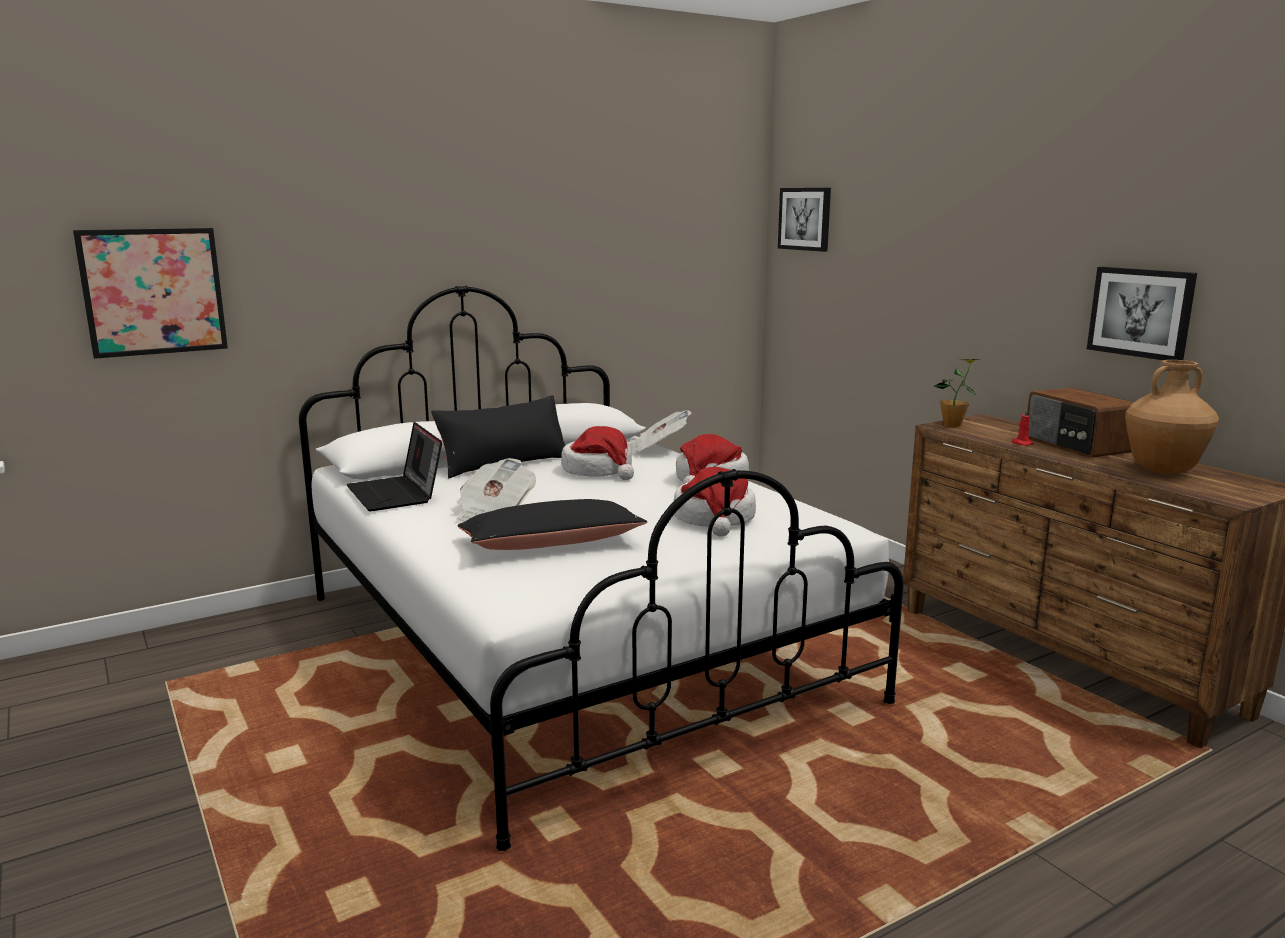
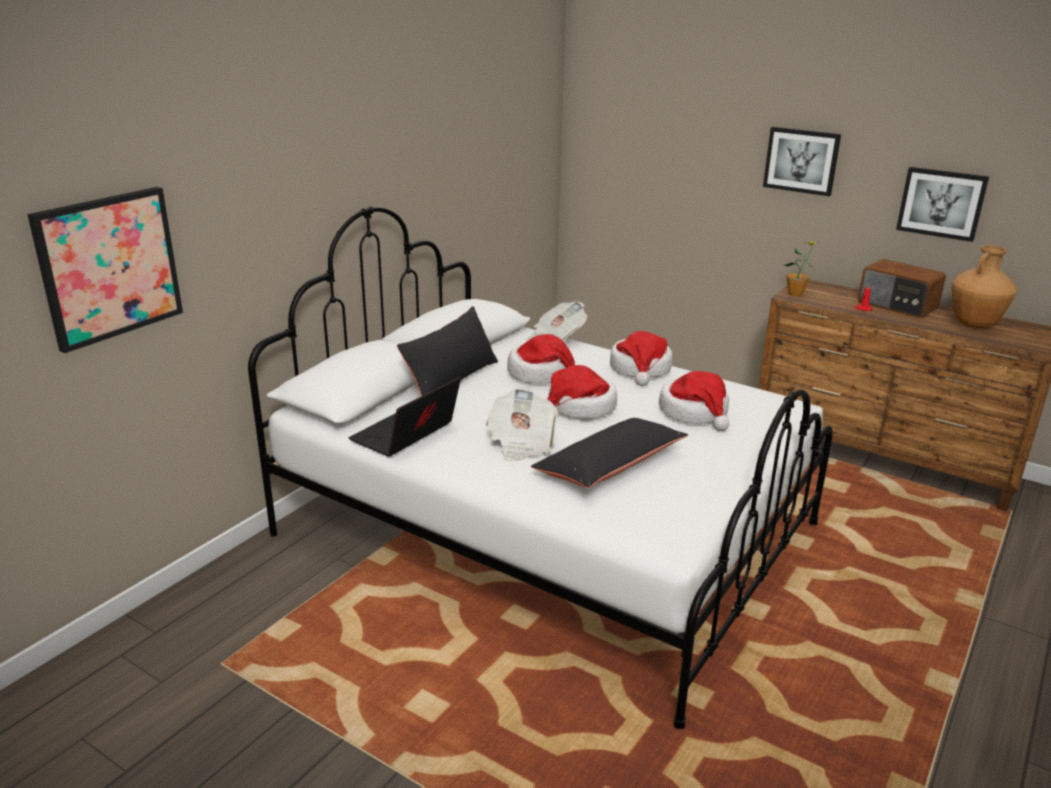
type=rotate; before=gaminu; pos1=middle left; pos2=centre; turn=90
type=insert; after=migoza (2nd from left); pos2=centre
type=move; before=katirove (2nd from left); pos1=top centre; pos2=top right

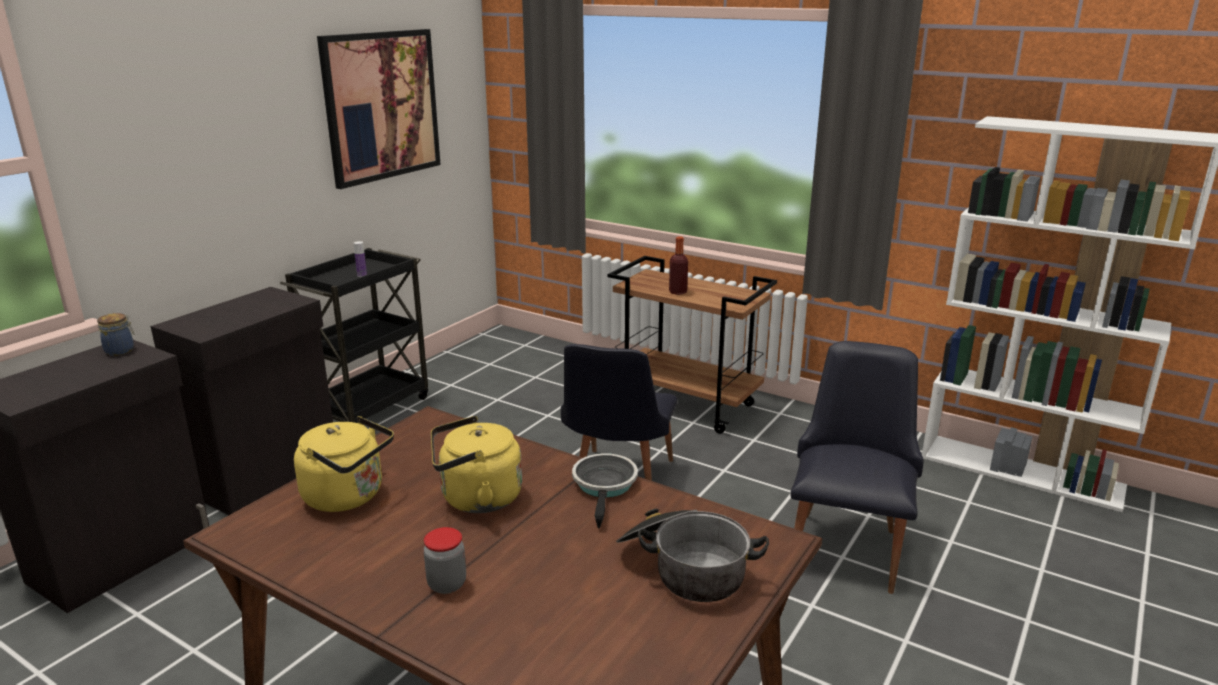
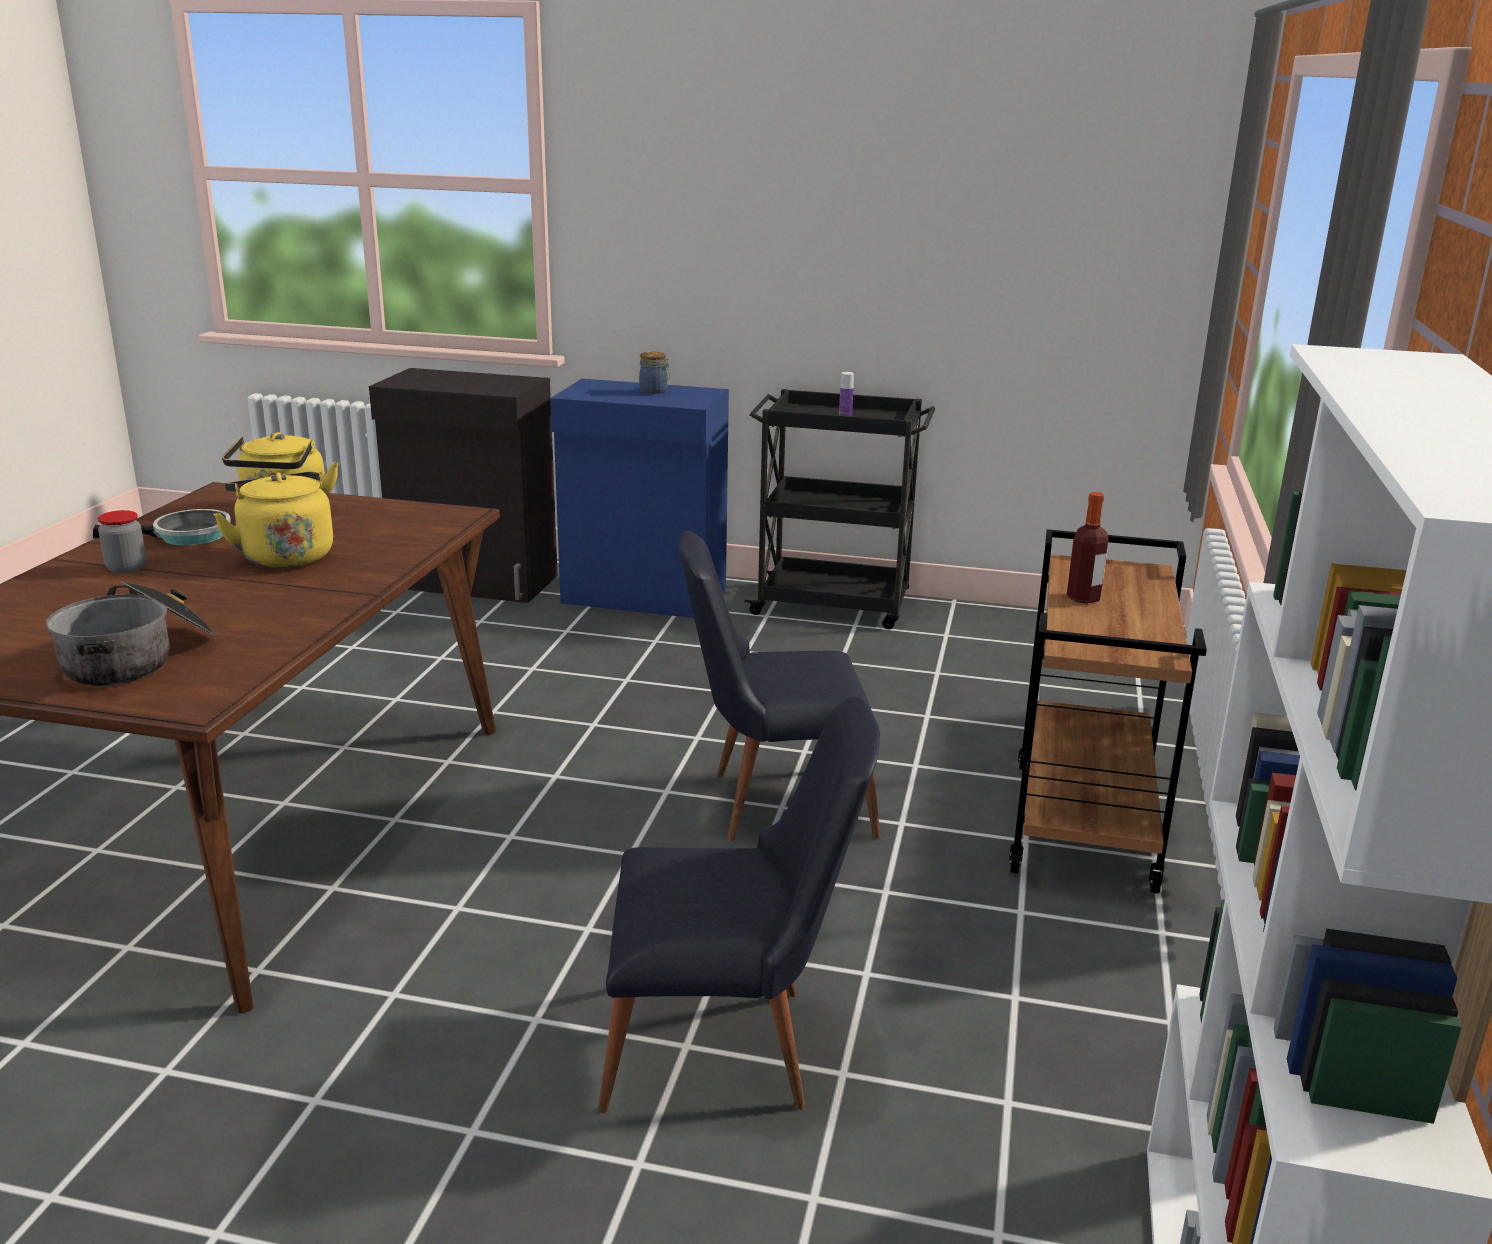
type=move; before=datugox; pos1=bottom centre; pos2=middle left
type=recolor; before=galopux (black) (2nd from left); after=galopux (blue); pos1=middle left; pos2=centre
type=move; before=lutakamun (1st from left in the first image); after=lutakamun (2nd from left); pos1=middle left; pos2=top centre
type=delete; before=katirove; pos1=top left

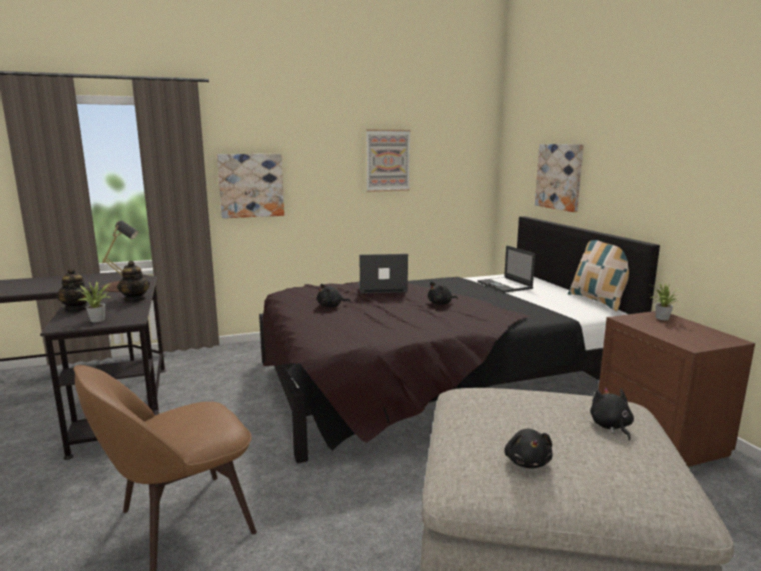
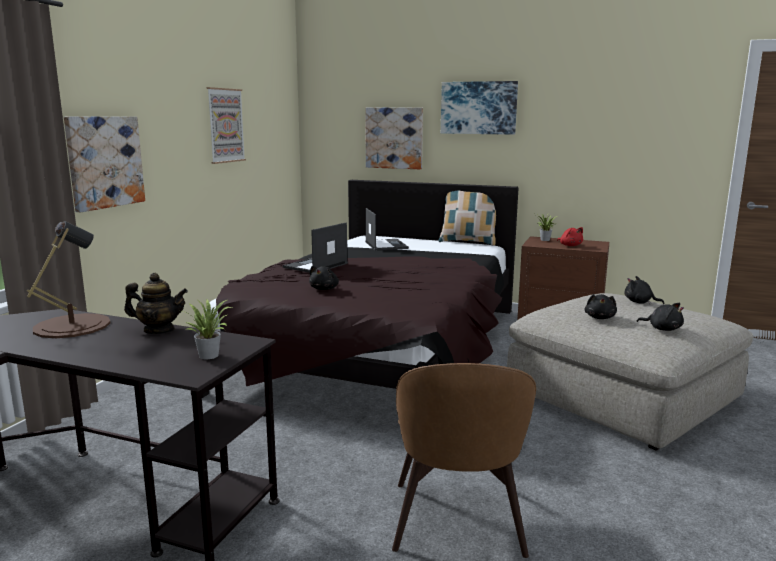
type=rotate; before=gaminu (2nd from left); pos1=centre; pos2=centre; turn=-120
type=insert; after=katirove (4th from left); pos2=top centre
type=insert; after=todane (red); pos2=middle right
type=move; before=todane (black) (2nd from left); pos1=centre; pos2=middle right
type=delete; before=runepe (1st from left); pos1=middle left

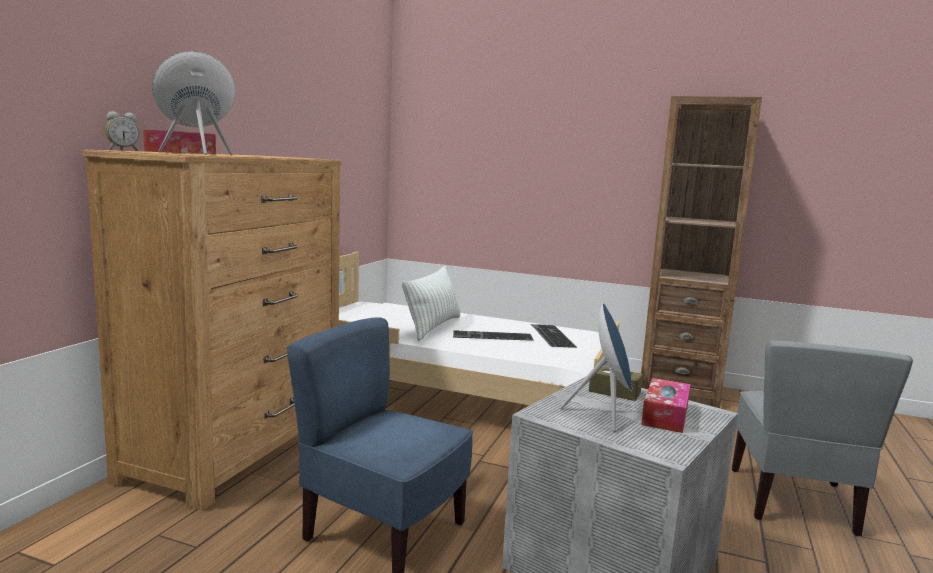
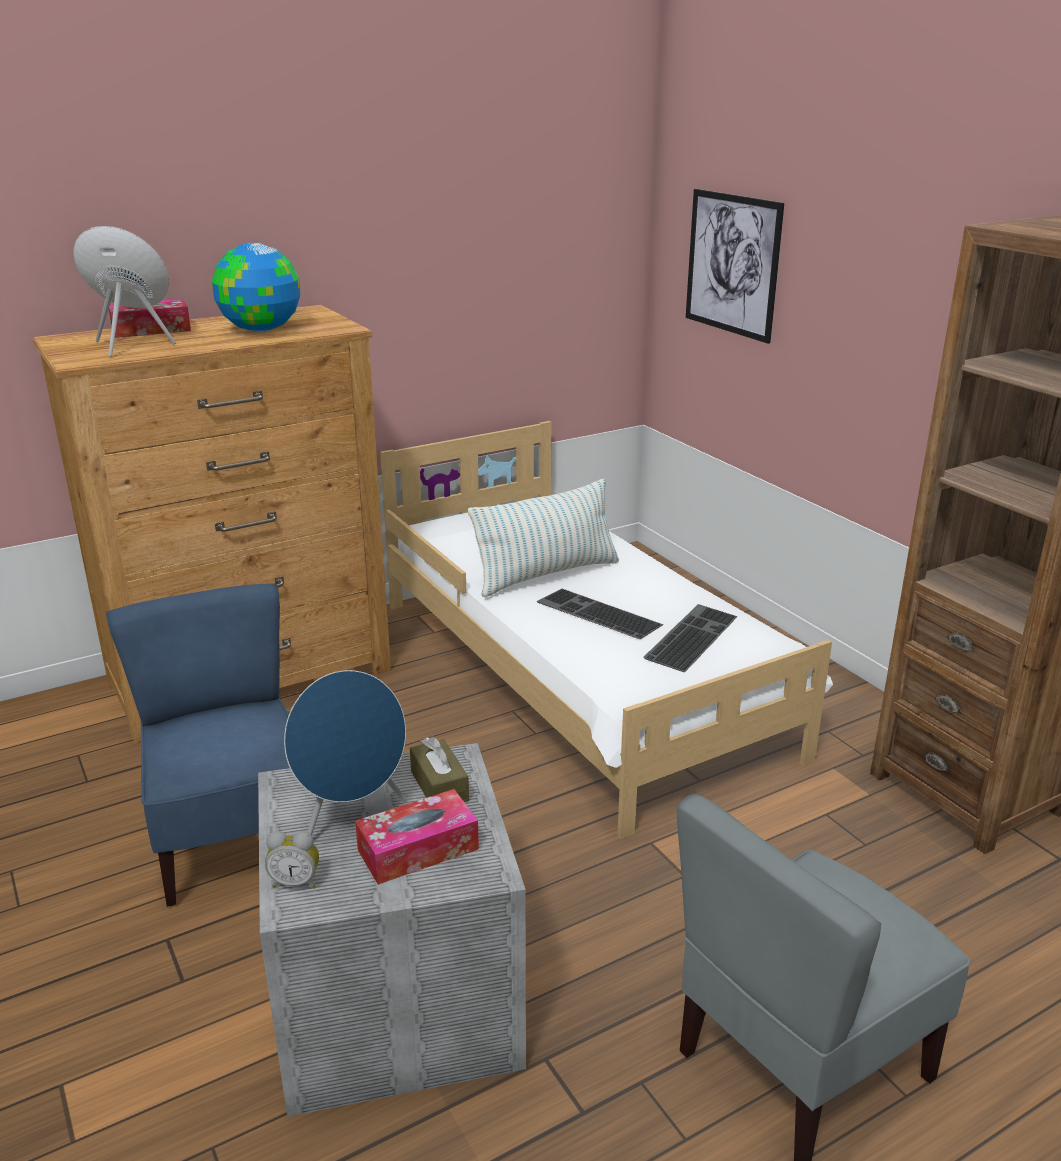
type=insert; after=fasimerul; pos2=top left
type=move; before=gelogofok; pos1=top left; pos2=bottom left
type=insert; after=katirove; pos2=top right

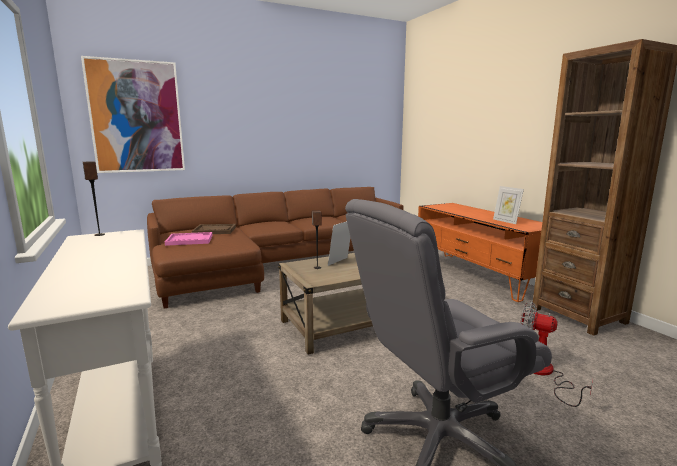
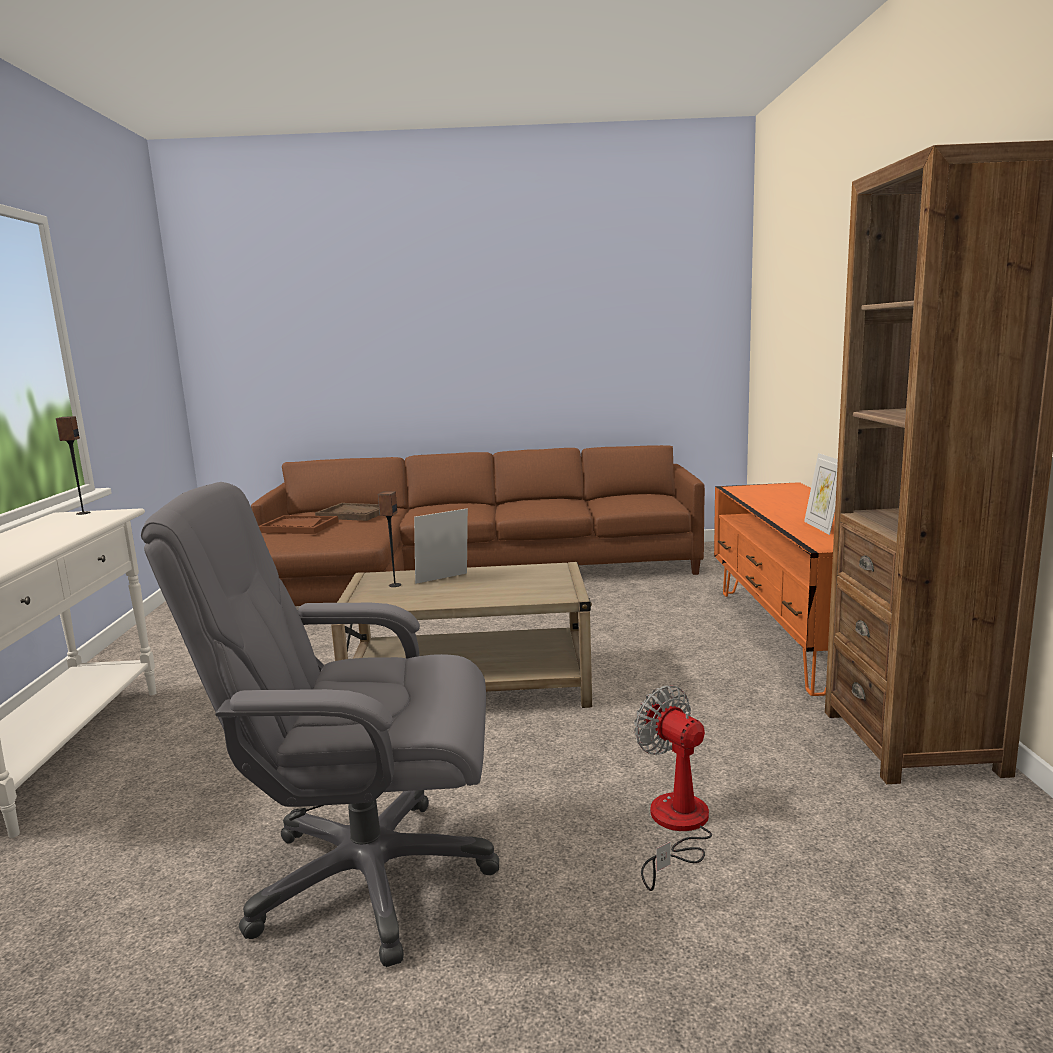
type=recolor; before=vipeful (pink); after=vipeful (brown) (1st from left); pos1=middle left; pos2=middle left
type=delete; before=katirove; pos1=top left

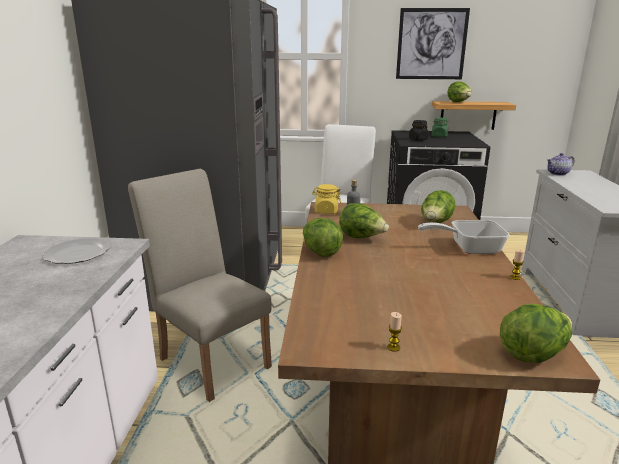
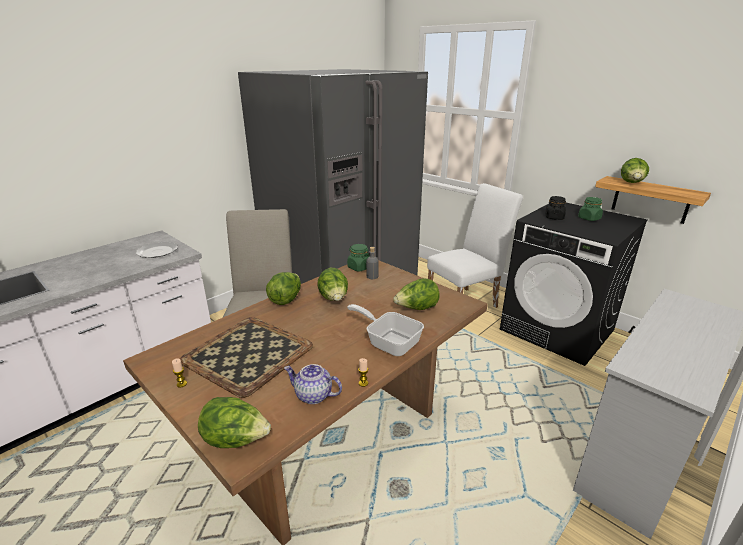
type=insert; after=vipeful; pos2=middle left
type=move; before=runepe; pos1=middle right; pos2=bottom centre
type=recolor; before=lutakamun (yellow); after=lutakamun (green) (1st from left); pos1=centre; pos2=centre
type=delete; before=katirove; pos1=top right

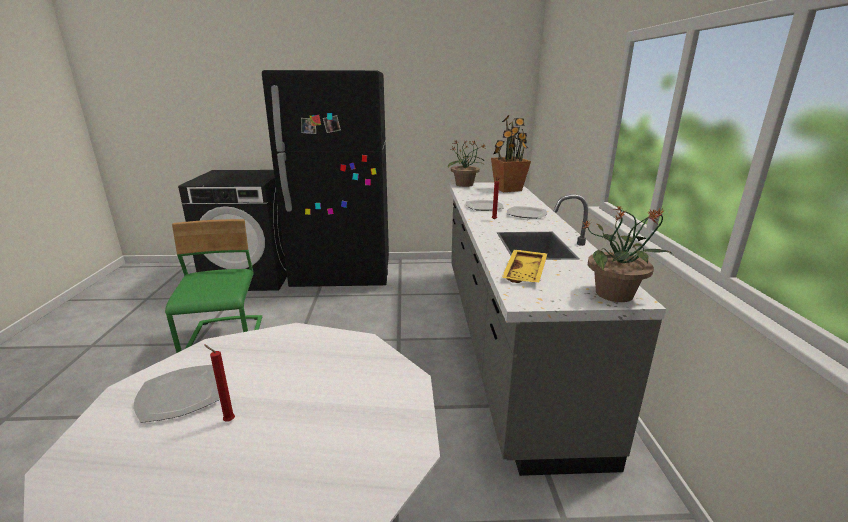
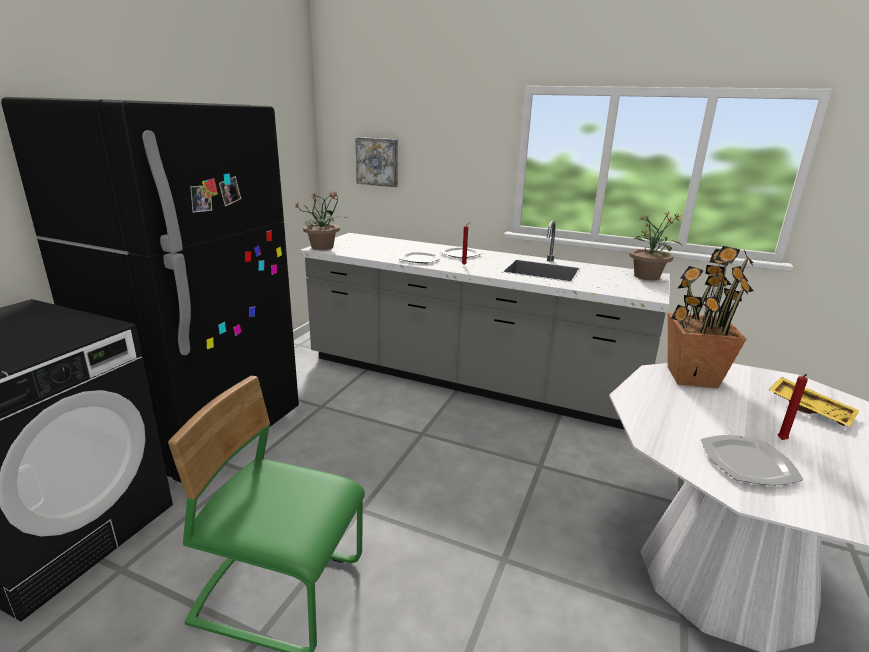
type=insert; after=katirove; pos2=top centre
type=move; before=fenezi (2nd from left in the first image); after=fenezi (3rd from left); pos1=top centre; pos2=middle right
type=move; before=vipeful (yellow); pos1=centre; pos2=middle right

